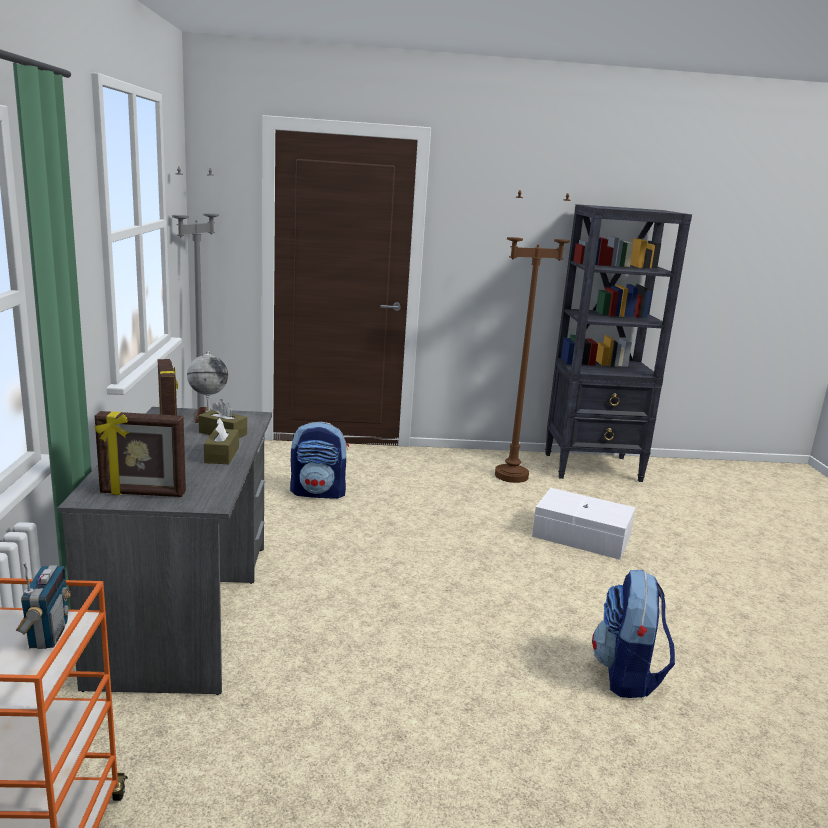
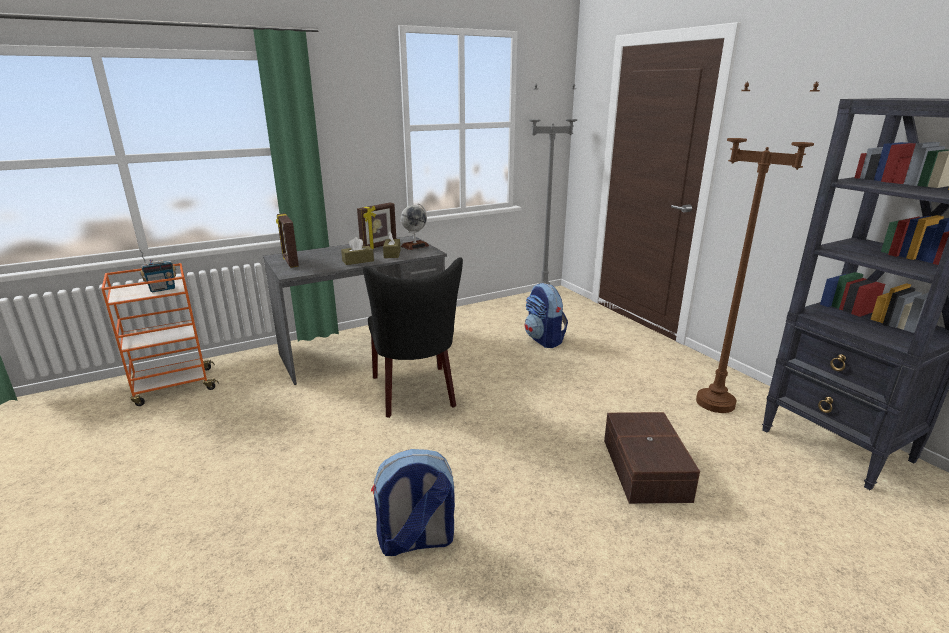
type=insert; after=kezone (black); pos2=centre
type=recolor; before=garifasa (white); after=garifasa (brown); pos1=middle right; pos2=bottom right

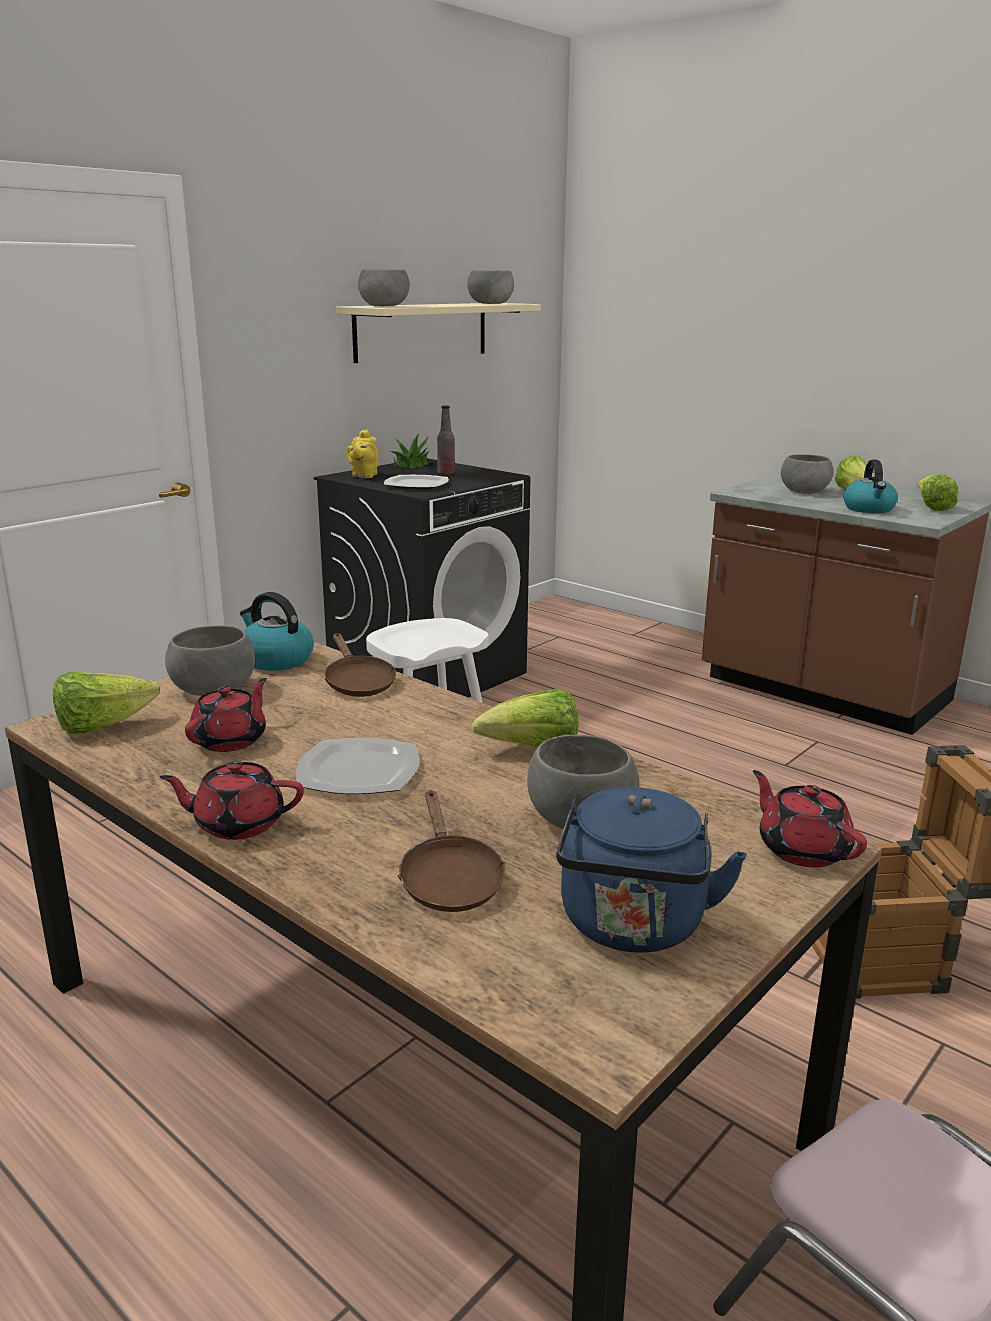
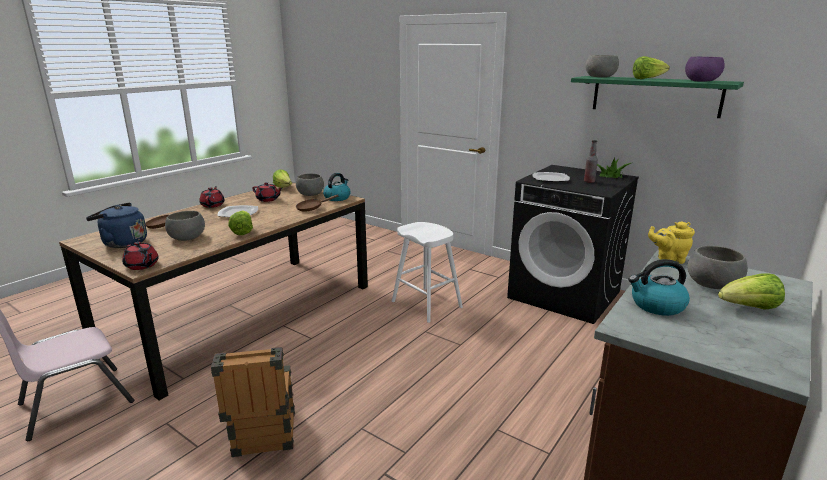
type=rotate; before=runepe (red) (3rd from left in the first image); pos1=middle right; pos2=middle left; turn=75
type=recolor; before=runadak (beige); after=runadak (green); pos1=top centre; pos2=top right
type=move; before=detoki (4th from left in the first image); after=detoki (3rd from left); pos1=middle right; pos2=top right
type=move; before=runepe (yellow); pos1=centre; pos2=middle right
type=recolor; before=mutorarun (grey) (3rd from left); after=mutorarun (purple); pos1=top centre; pos2=top right

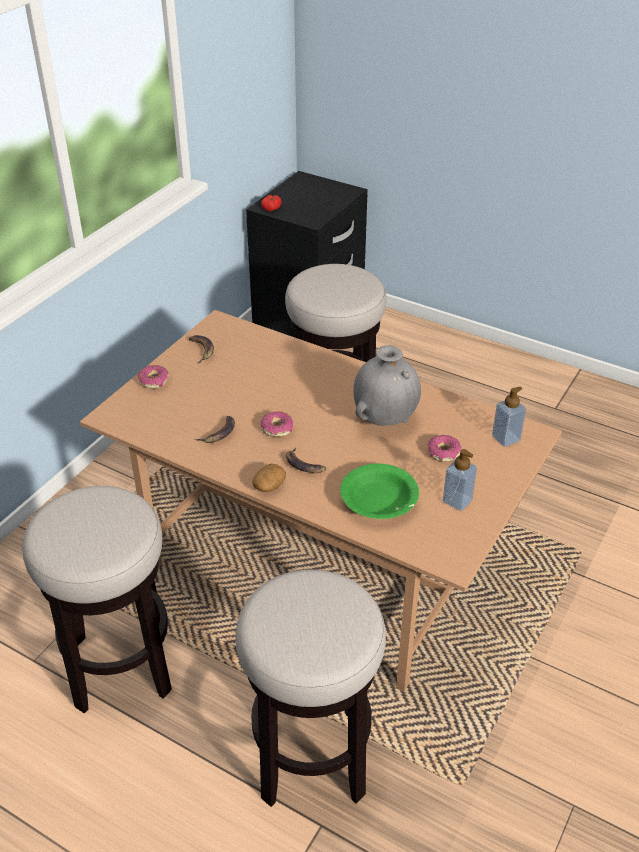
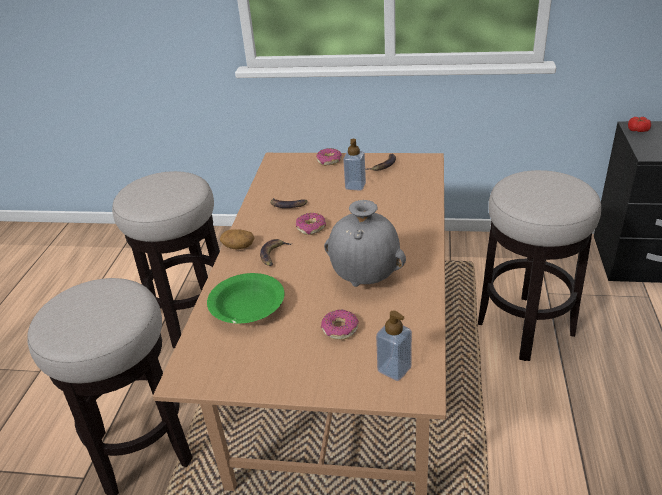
type=move; before=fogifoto (1st from left); pos1=middle right; pos2=centre

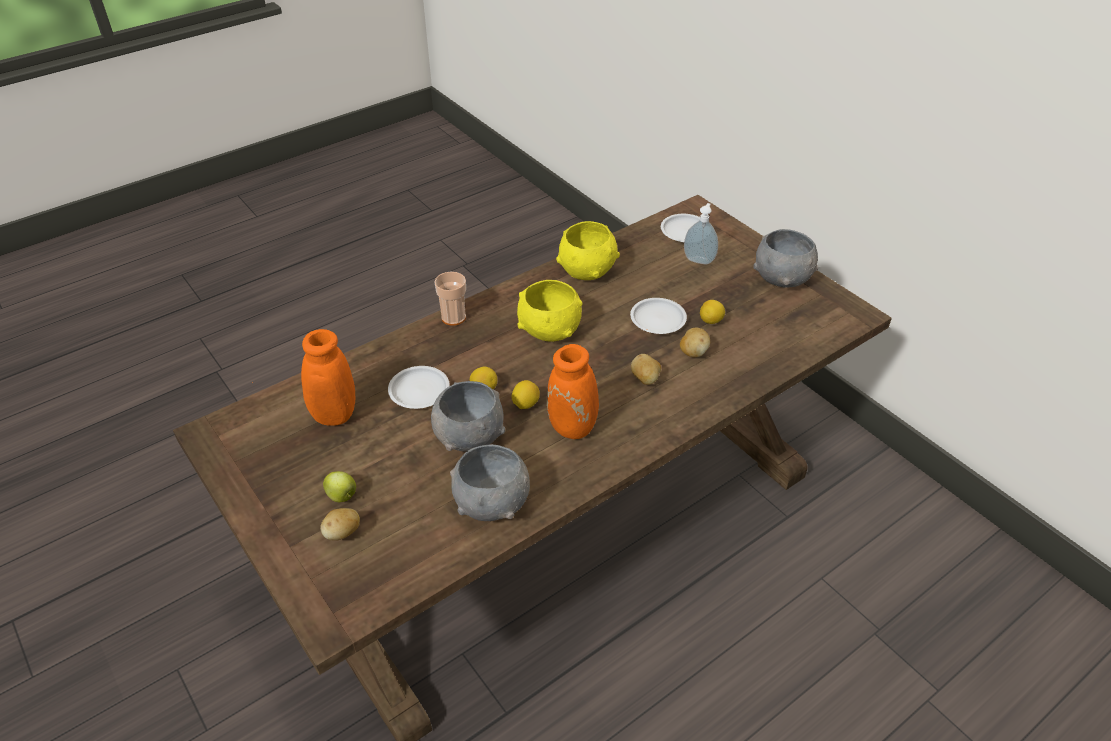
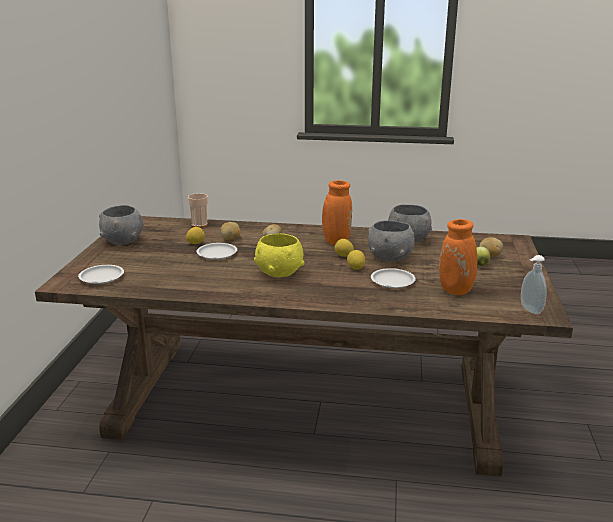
type=move; before=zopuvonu; pos1=centre; pos2=middle left
type=move; before=fogifoto; pos1=top centre; pos2=middle right
type=delete; before=mutorarun (yellow) (2nd from left); pos1=centre

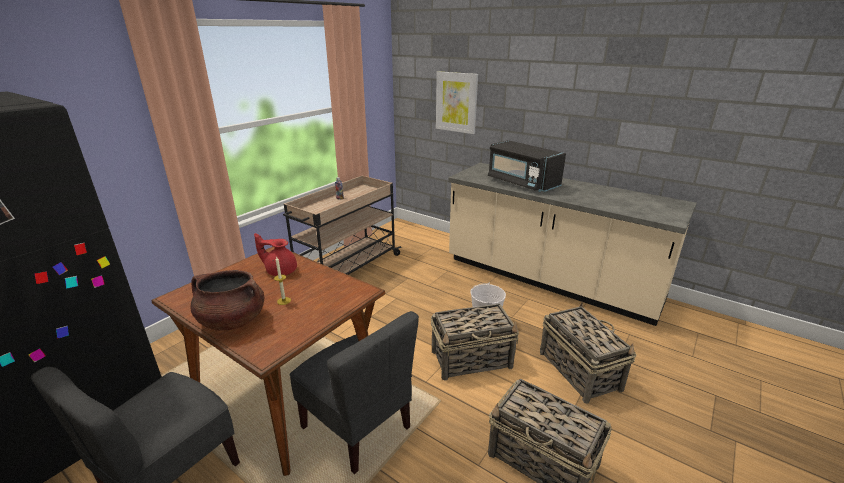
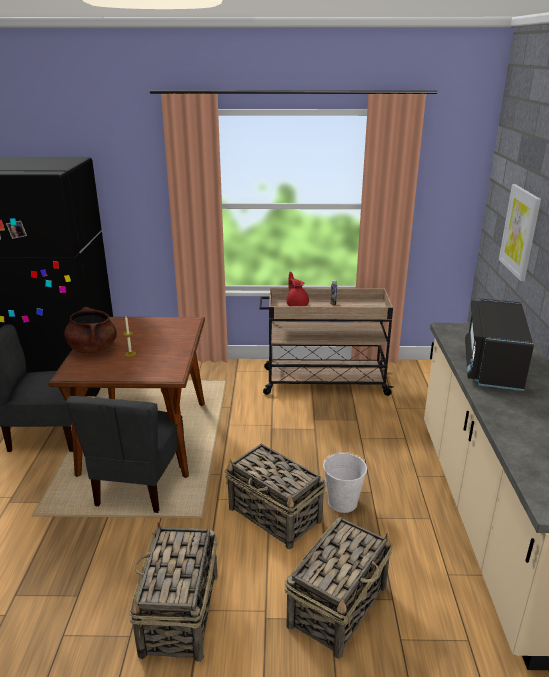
type=move; before=runepe (red); pos1=middle left; pos2=centre

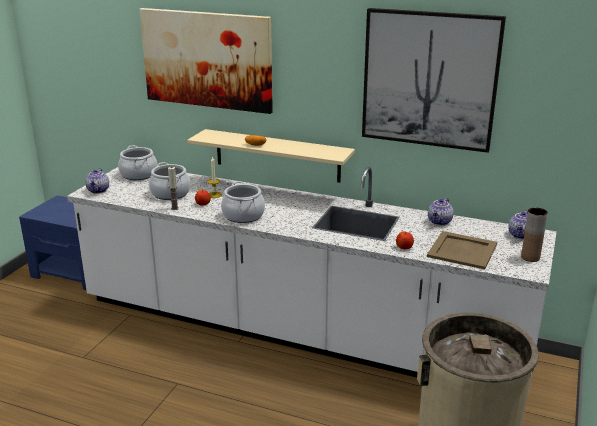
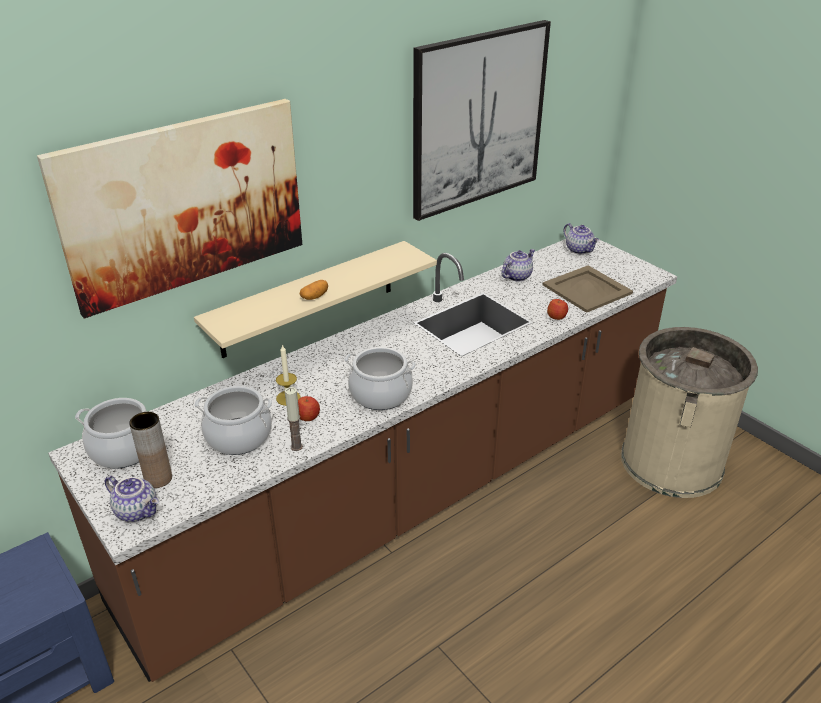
type=recolor; before=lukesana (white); after=lukesana (brown); pos1=centre; pos2=centre
type=move; before=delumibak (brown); pos1=middle right; pos2=middle left
type=rotate; before=runepe (2nd from left); pos1=middle right; pos2=centre; turn=-105

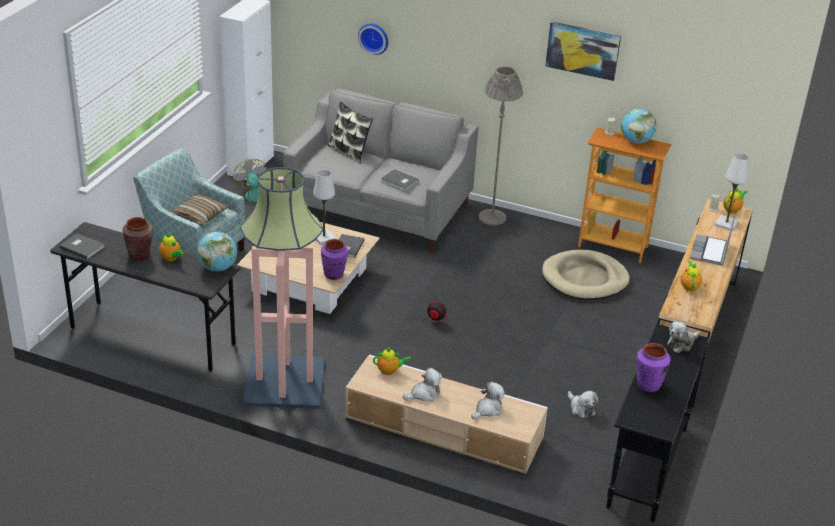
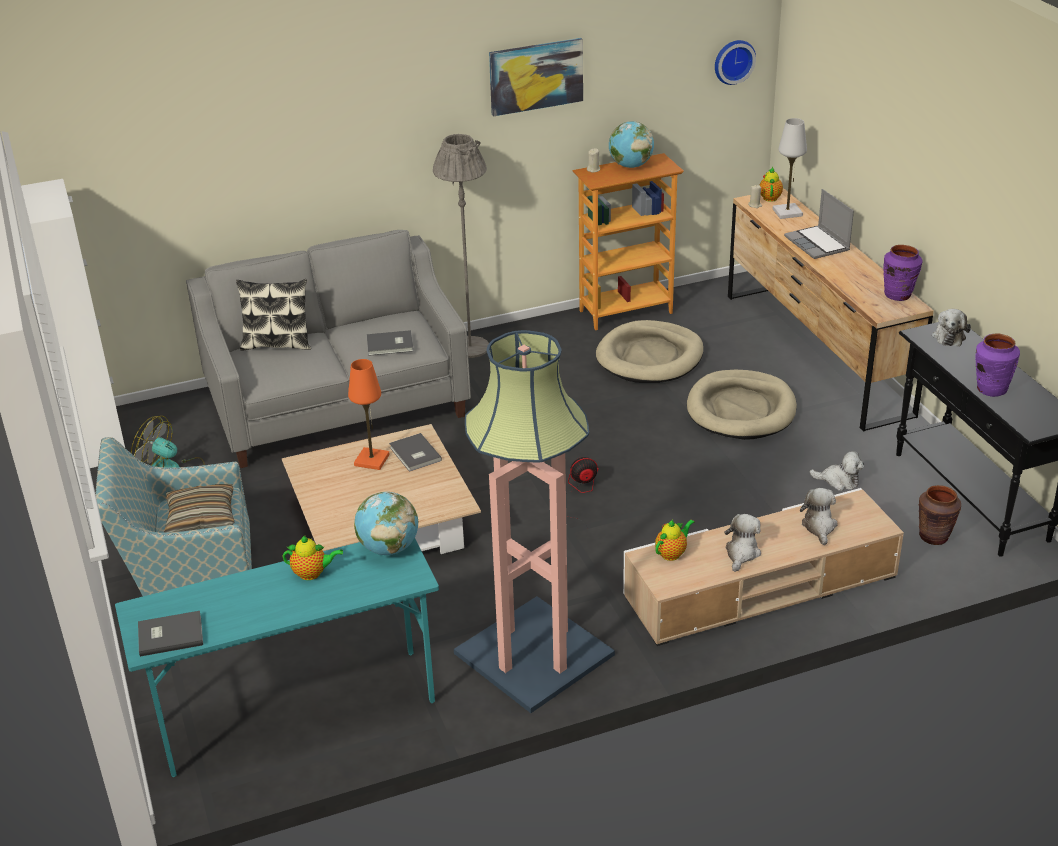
type=recolor; before=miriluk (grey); after=miriluk (turquoise); pos1=middle left; pos2=bottom left
type=recolor; before=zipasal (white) (1st from left); after=zipasal (orange); pos1=centre; pos2=centre
type=insert; after=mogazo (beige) (2nd from left); pos2=middle right
type=move; before=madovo; pos1=top centre; pos2=top right
type=move; before=delumibak (purple) (1st from left); pos1=centre; pos2=top right
type=move; before=delumibak (brown); pos1=middle left; pos2=middle right
type=delete; before=runepe (3rd from left); pos1=middle right

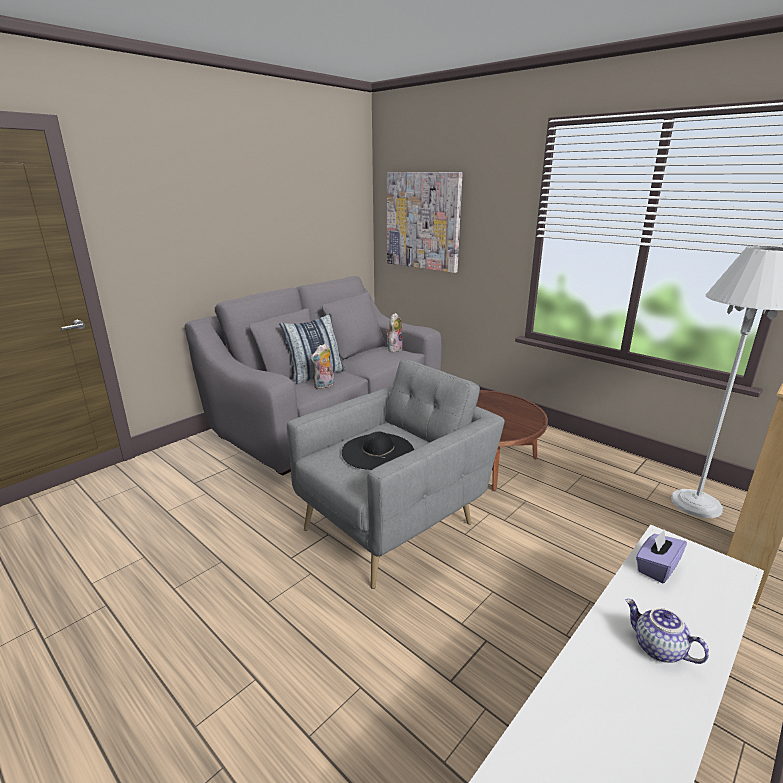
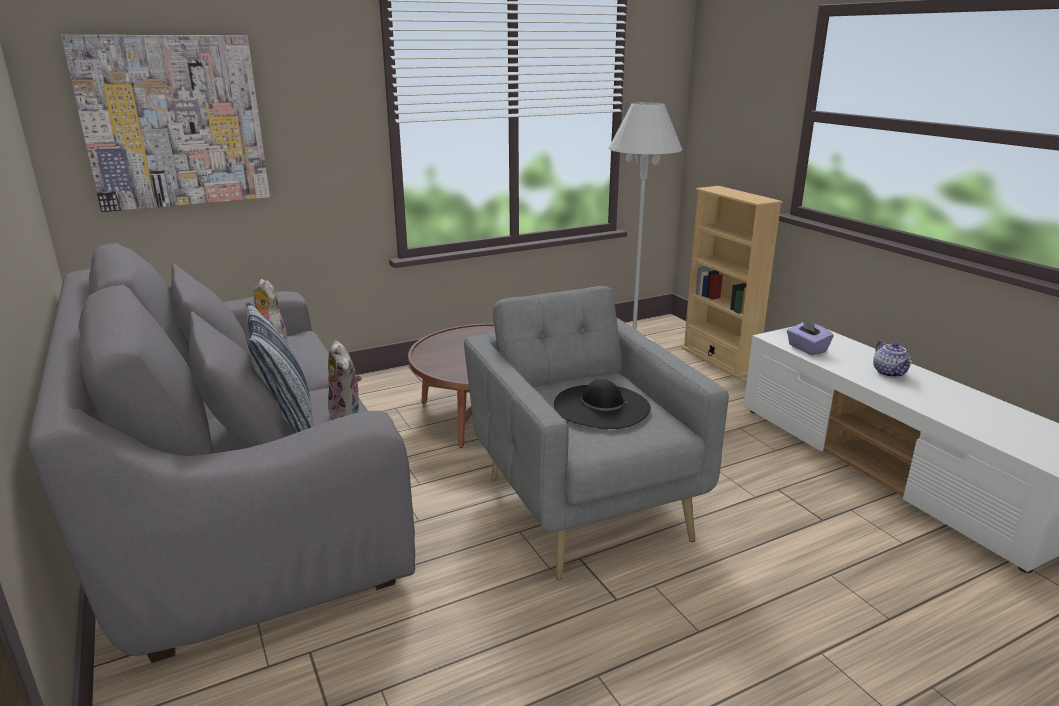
type=rotate; before=runepe; pos1=bottom right; pos2=middle right; turn=-75

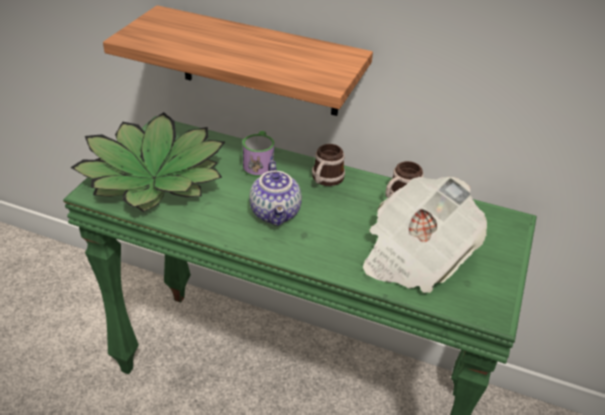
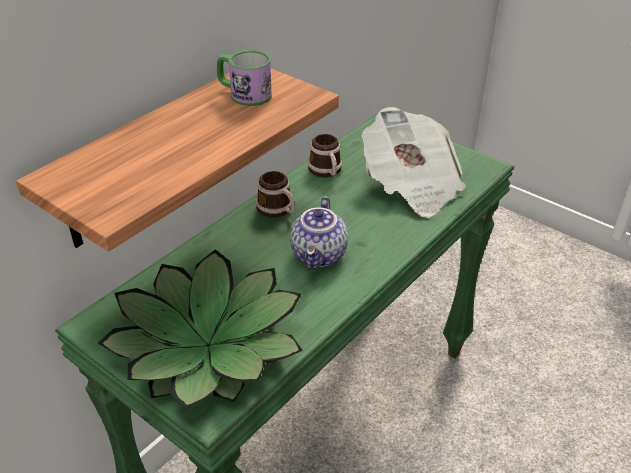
type=move; before=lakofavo (1st from left); pos1=centre; pos2=top centre
type=rotate; before=runepe; pos1=centre; pos2=centre; turn=90

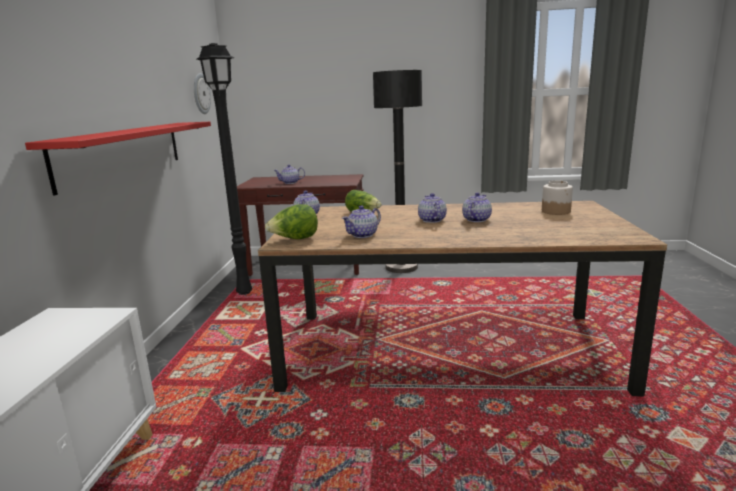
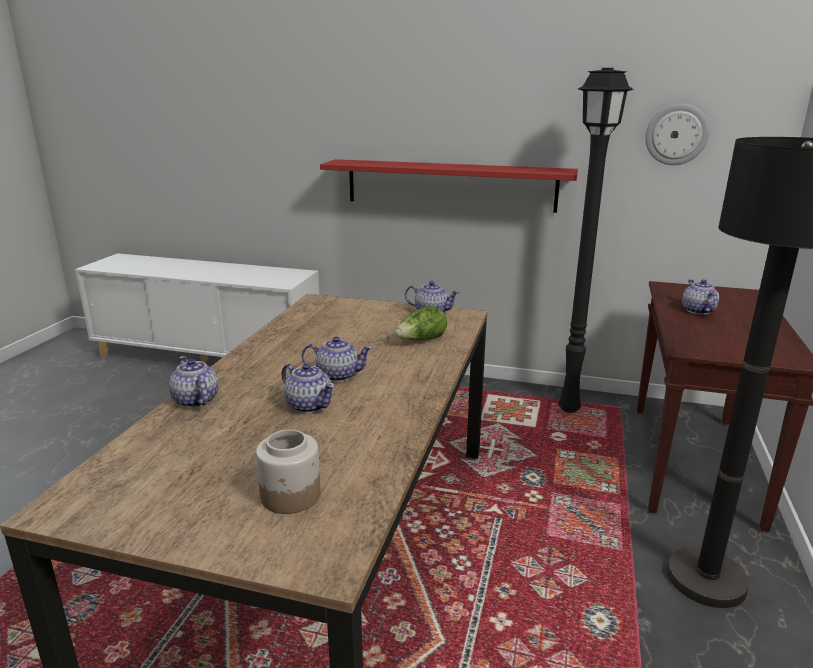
type=move; before=runepe (3rd from left in the first image); after=runepe (1st from left); pos1=centre; pos2=middle left
type=delete; before=detoki (1st from left); pos1=centre

